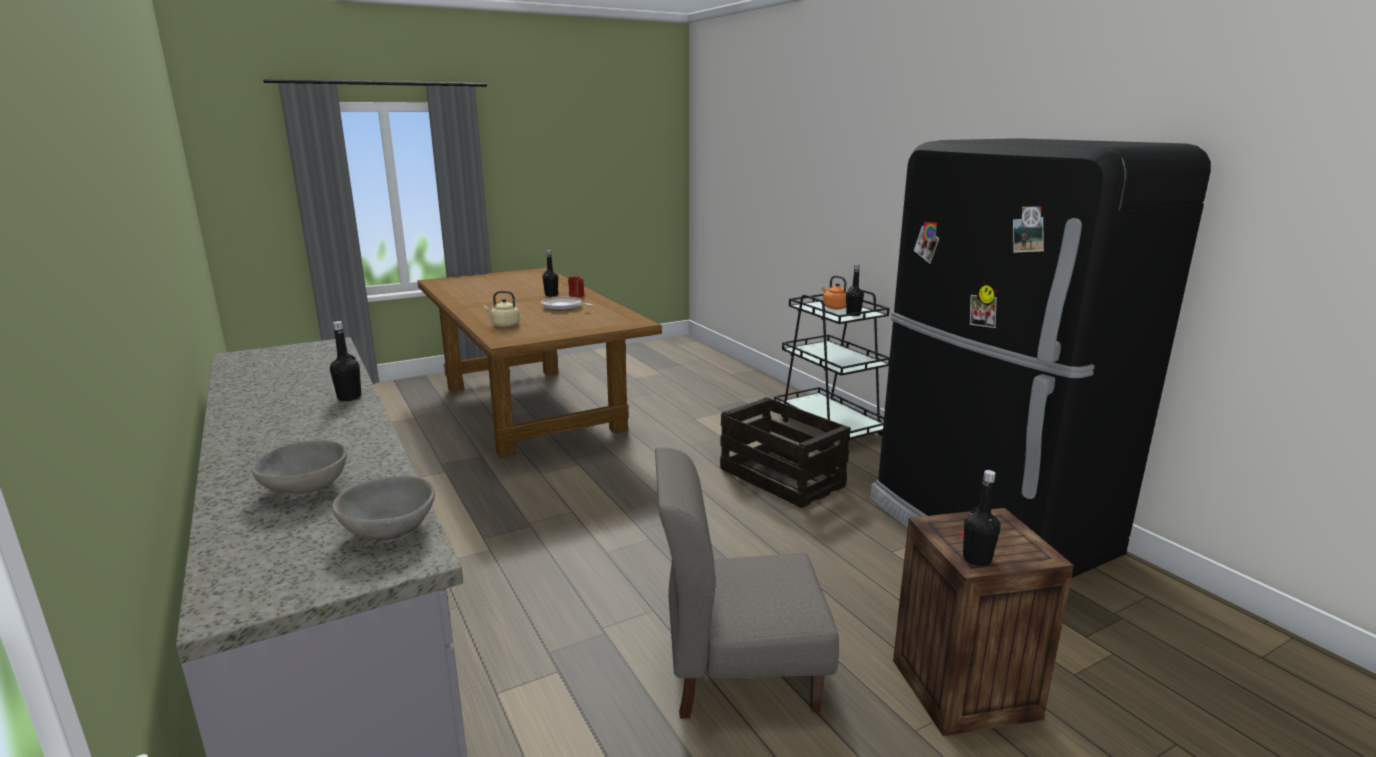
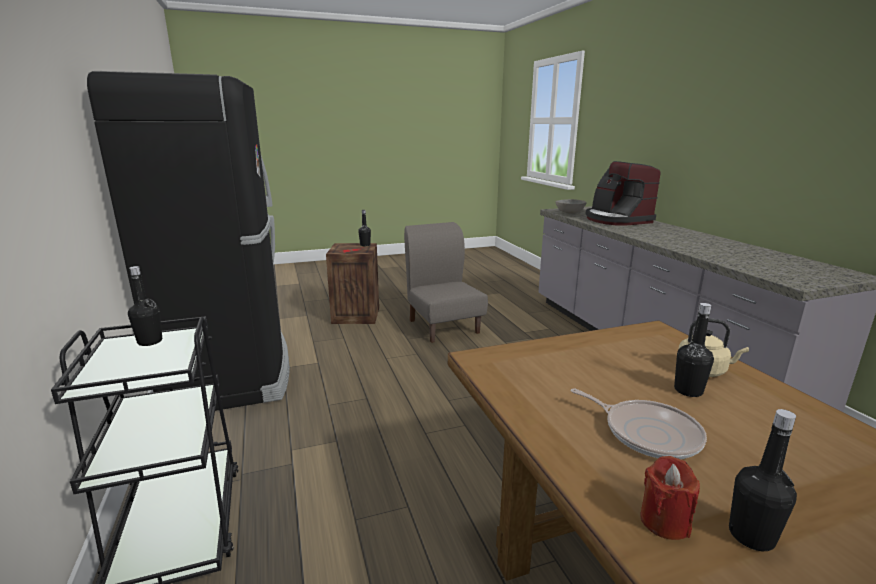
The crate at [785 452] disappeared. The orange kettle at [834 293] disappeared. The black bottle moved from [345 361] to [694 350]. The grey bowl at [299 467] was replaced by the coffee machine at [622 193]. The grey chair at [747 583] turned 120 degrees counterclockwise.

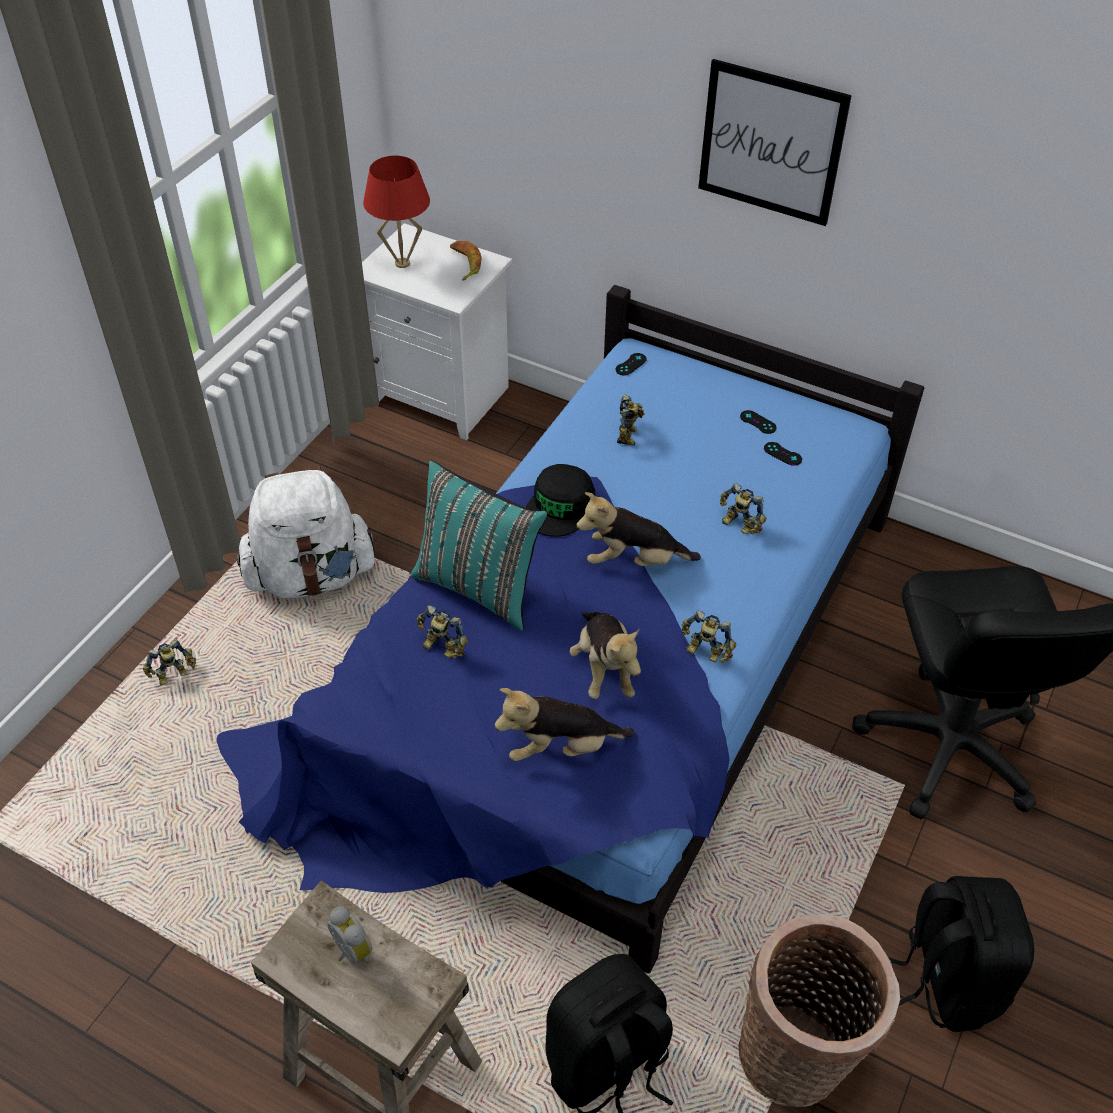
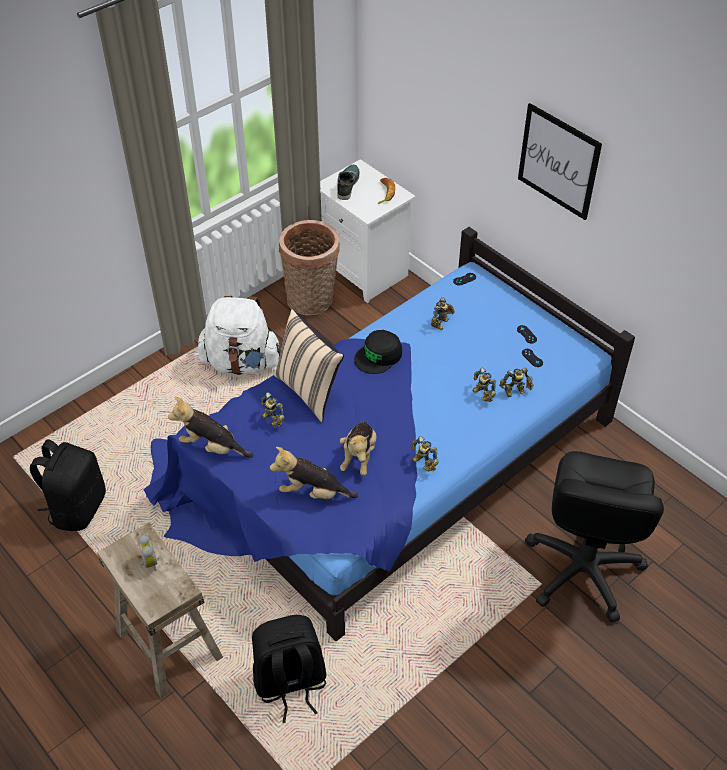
The toy robot moved from [169 661] to [516 382]. The plush toy moved from [639 529] to [211 427]. The basket moved from [819 1010] to [309 267]. The black backpack moved from [961 954] to [68 485]. The red table lamp at [396 212] was replaced by the shoe at [348 182]. The turquoise pillow at [479 545] became the beige pillow at [308 365].

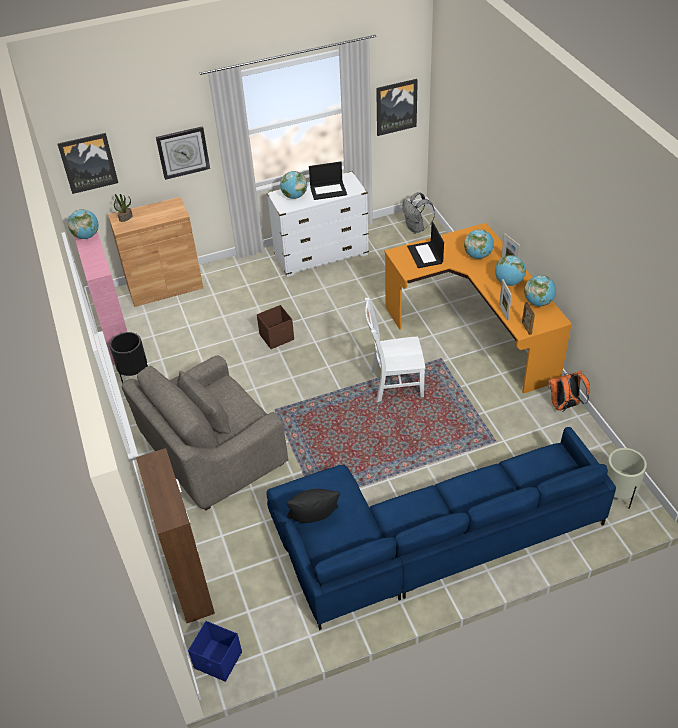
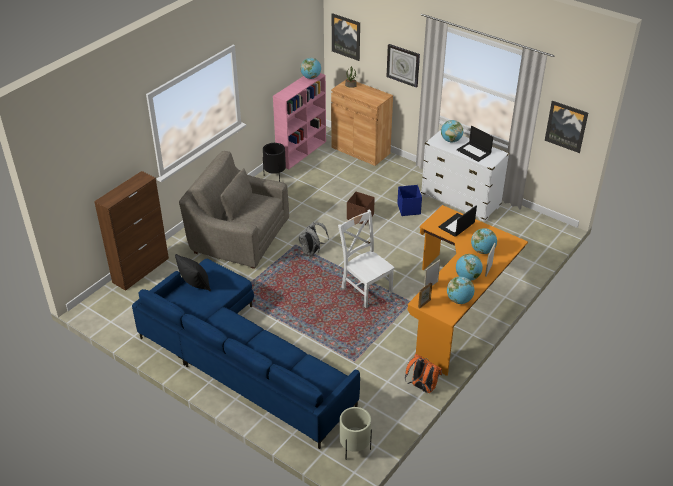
The blue storage box moved from [215 651] to [409 200]. The grey backpack moved from [418 213] to [313 239].

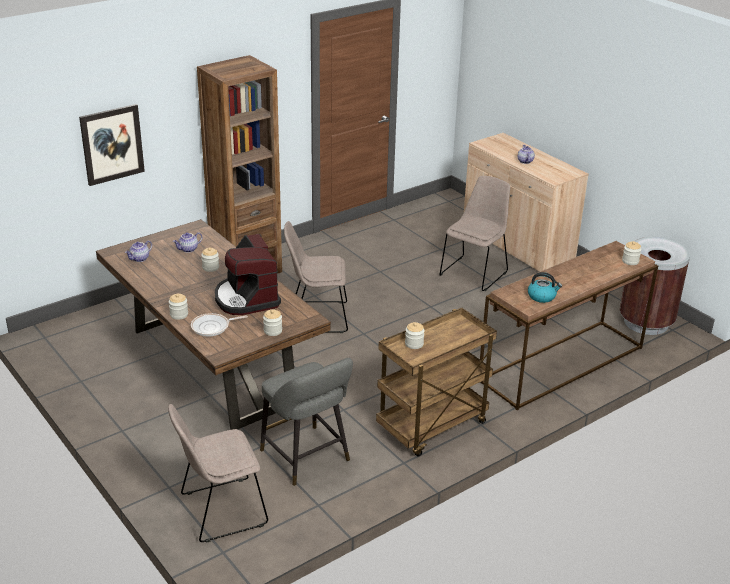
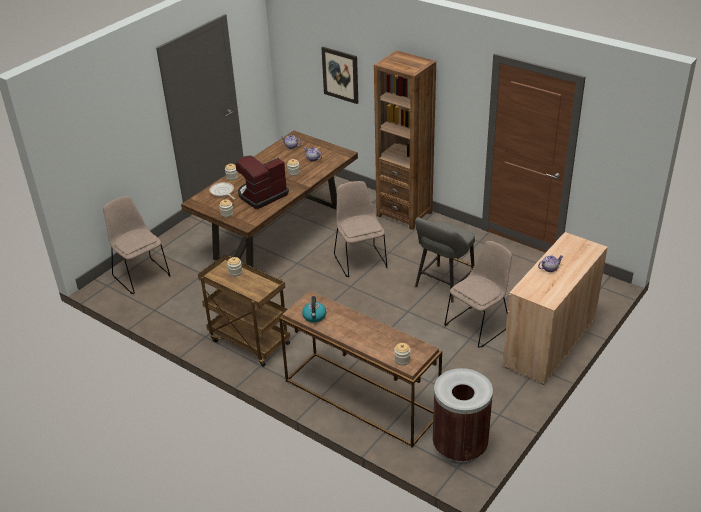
The grey stool moved from [306 422] to [445 260]. The beige chair at [475 233] turned 60 degrees counterclockwise.

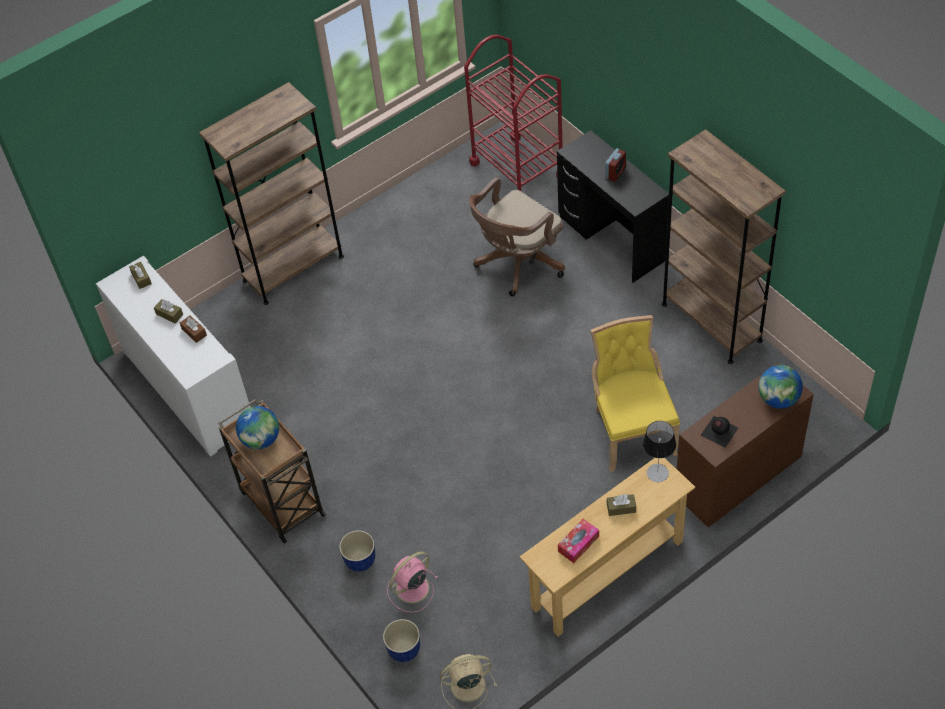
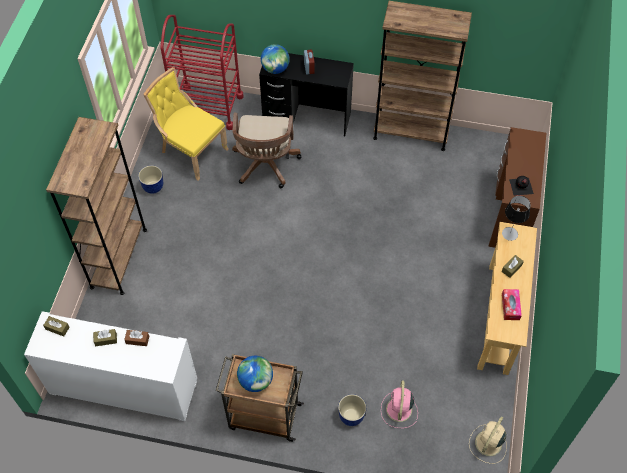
The planter moved from [401 640] to [150 179]. The yellow chair moved from [635 393] to [185 123]. The globe moved from [780 387] to [275 59].

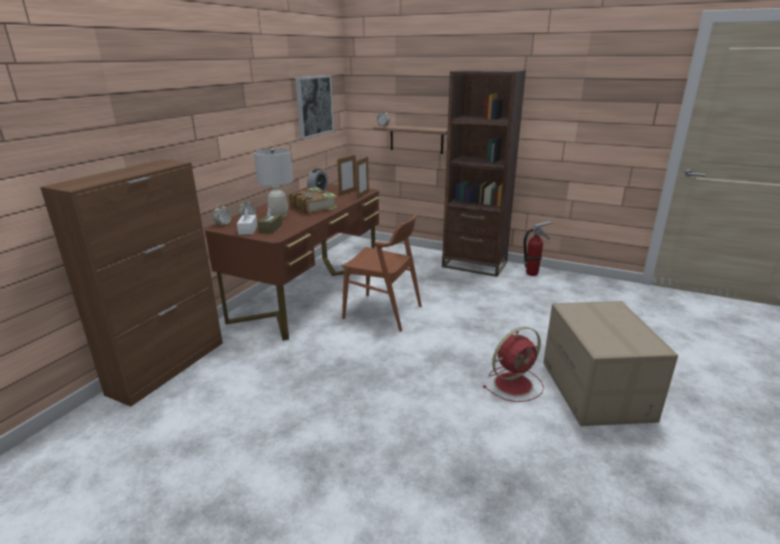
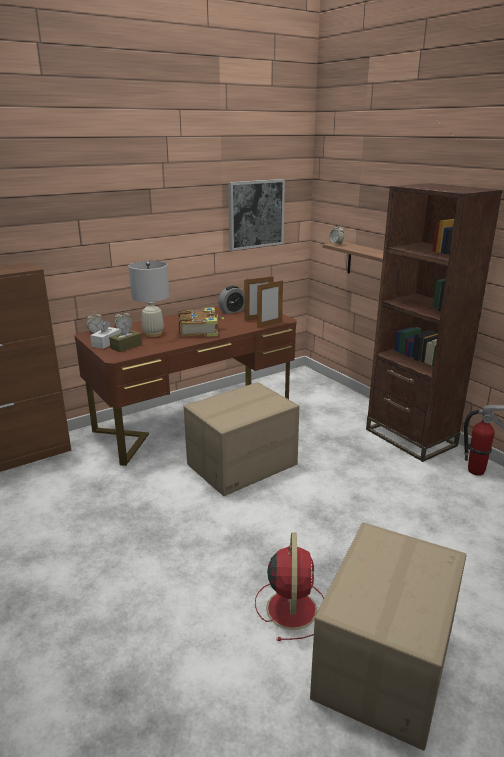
The brown chair at [381 272] was replaced by the cardboard box at [241 439]. The red fan at [513 364] turned 90 degrees counterclockwise.

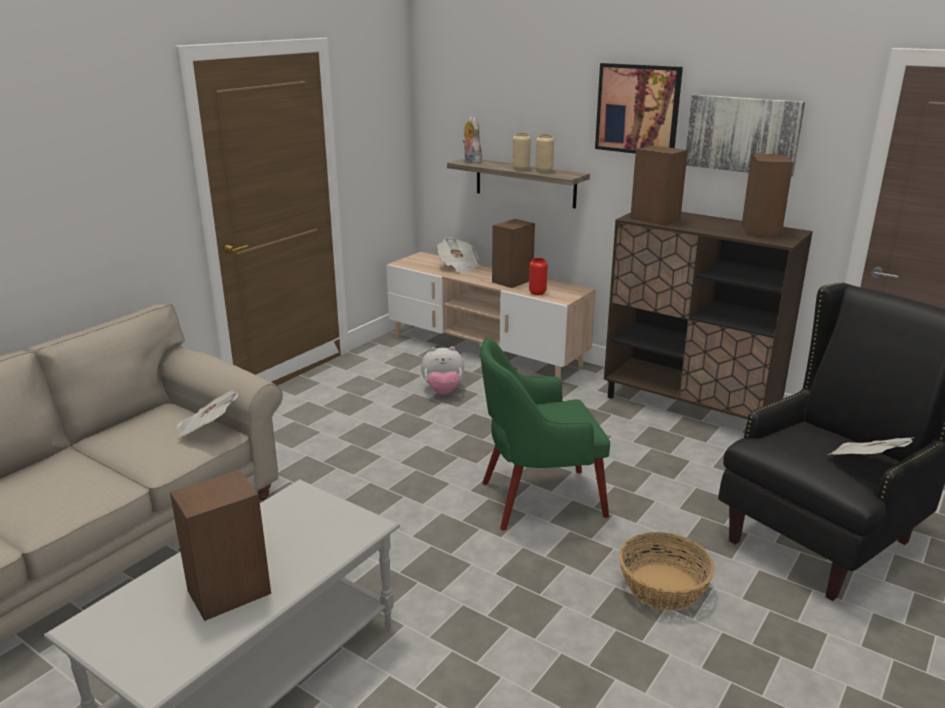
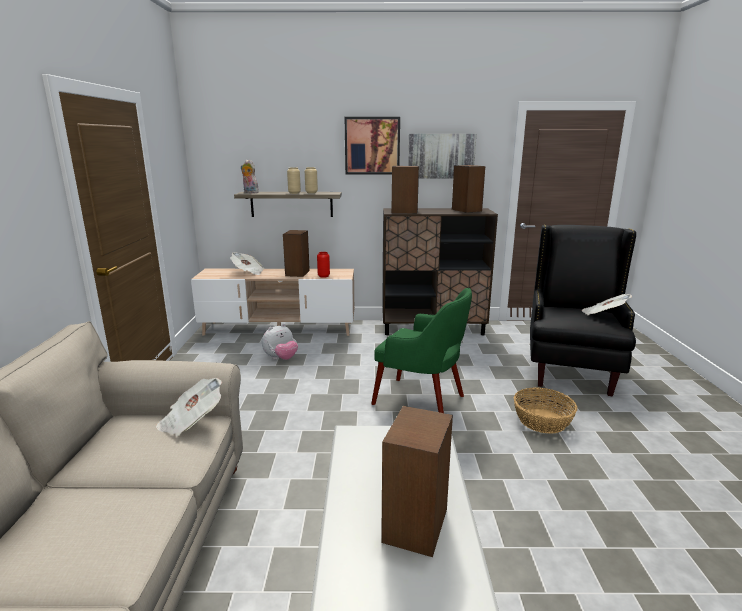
The green armchair at [545 434] turned 105 degrees counterclockwise.

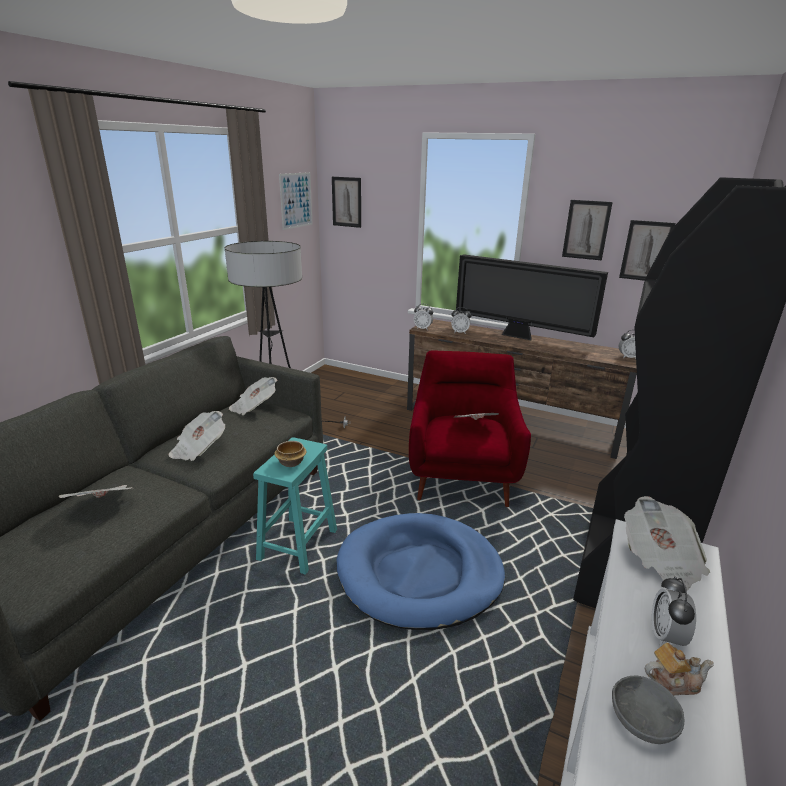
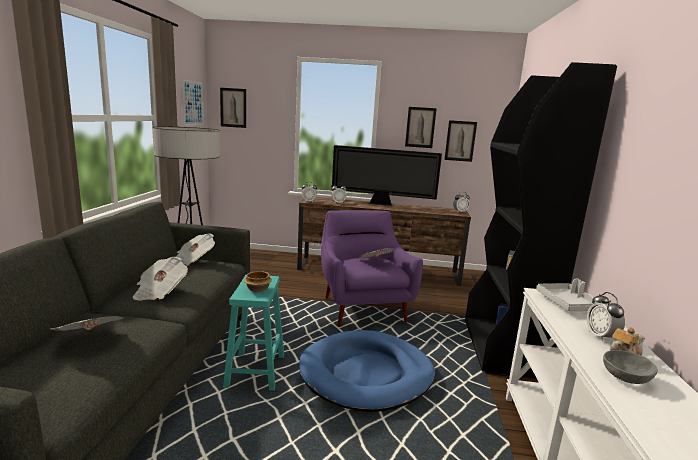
The newspaper at [667 543] was replaced by the grey tray at [565 295]. The red armchair at [470 428] became the purple armchair at [372 268].

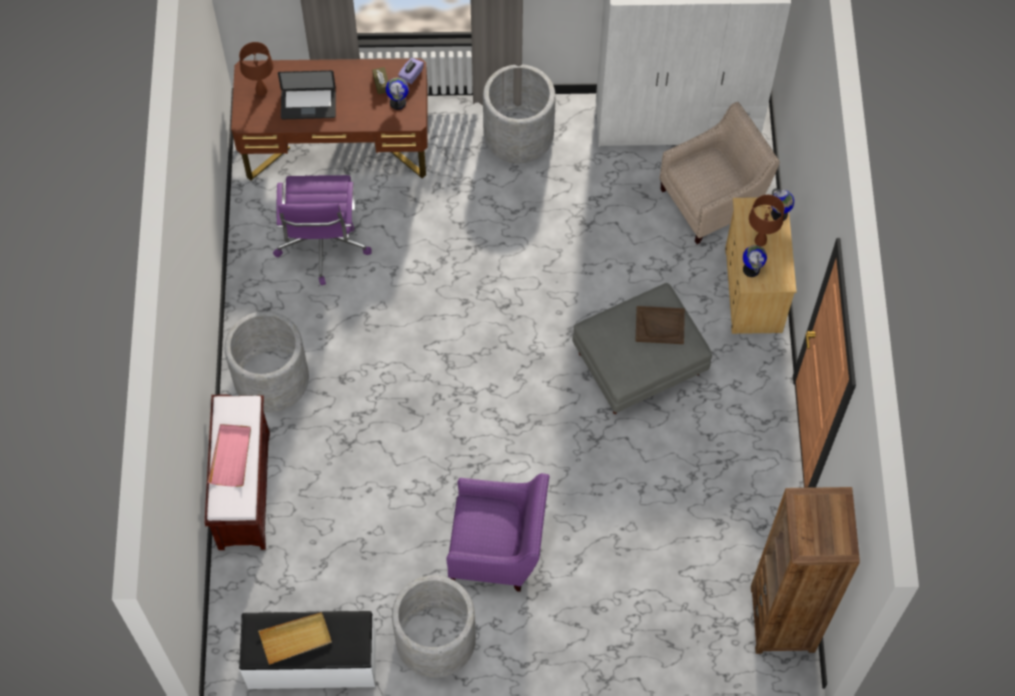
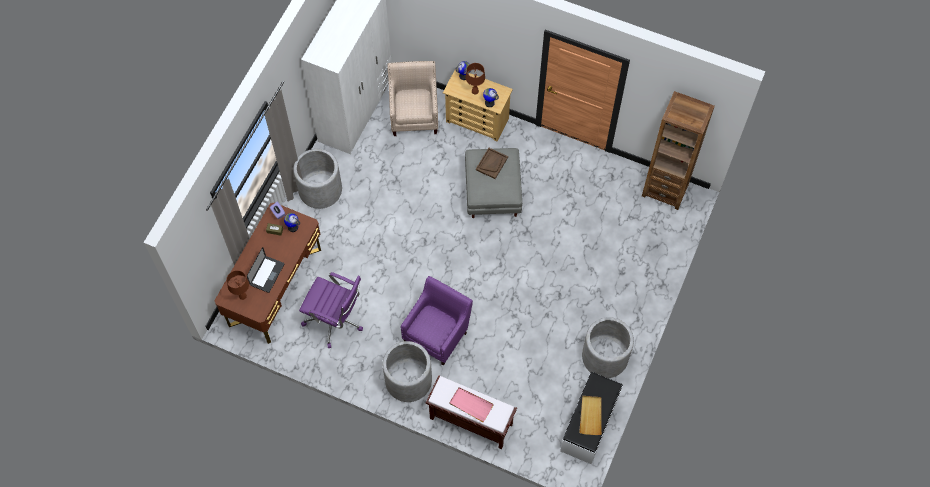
The purple armchair moved from [497 532] to [437 321].

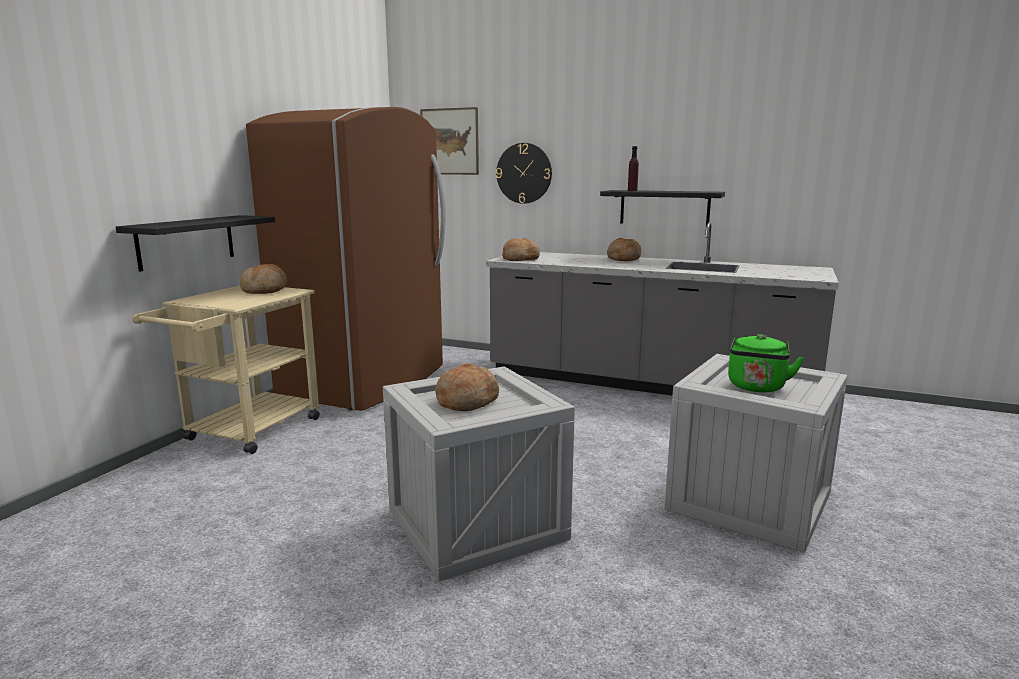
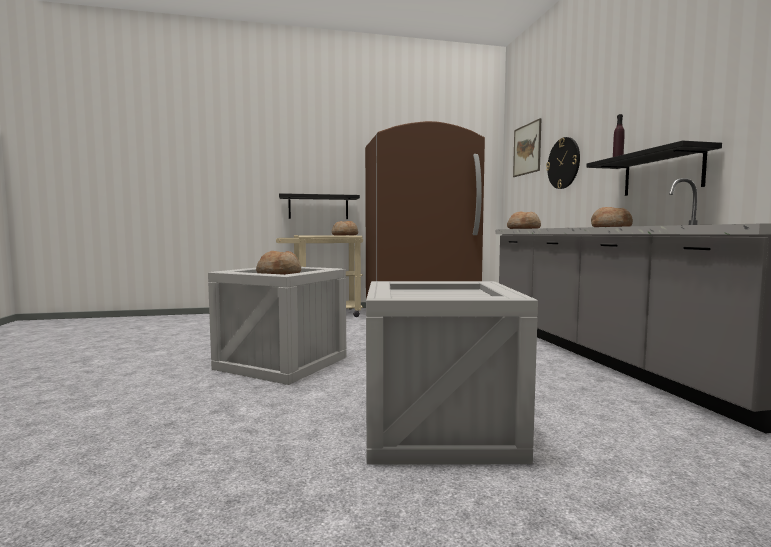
The green kettle at [766 363] disappeared.

